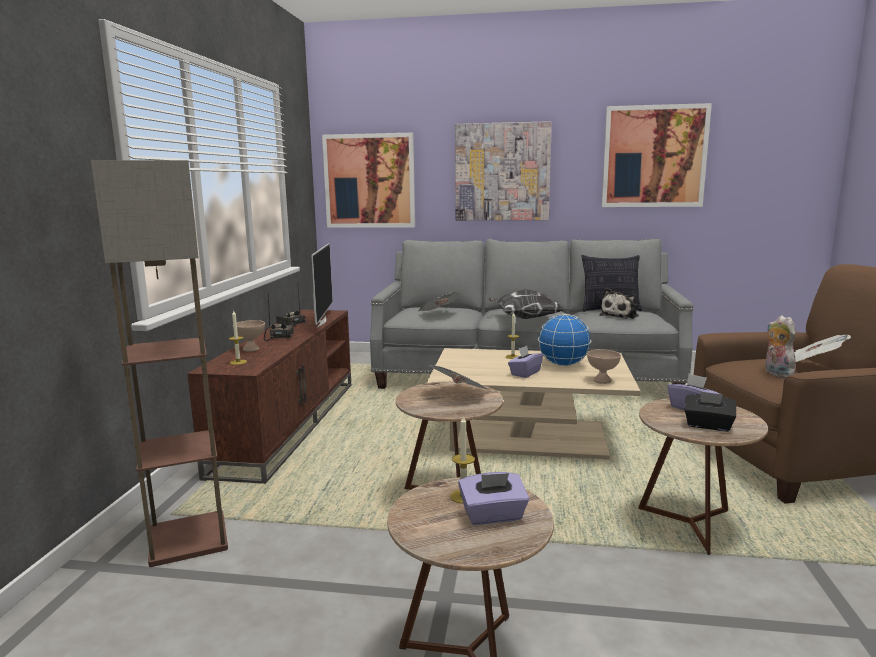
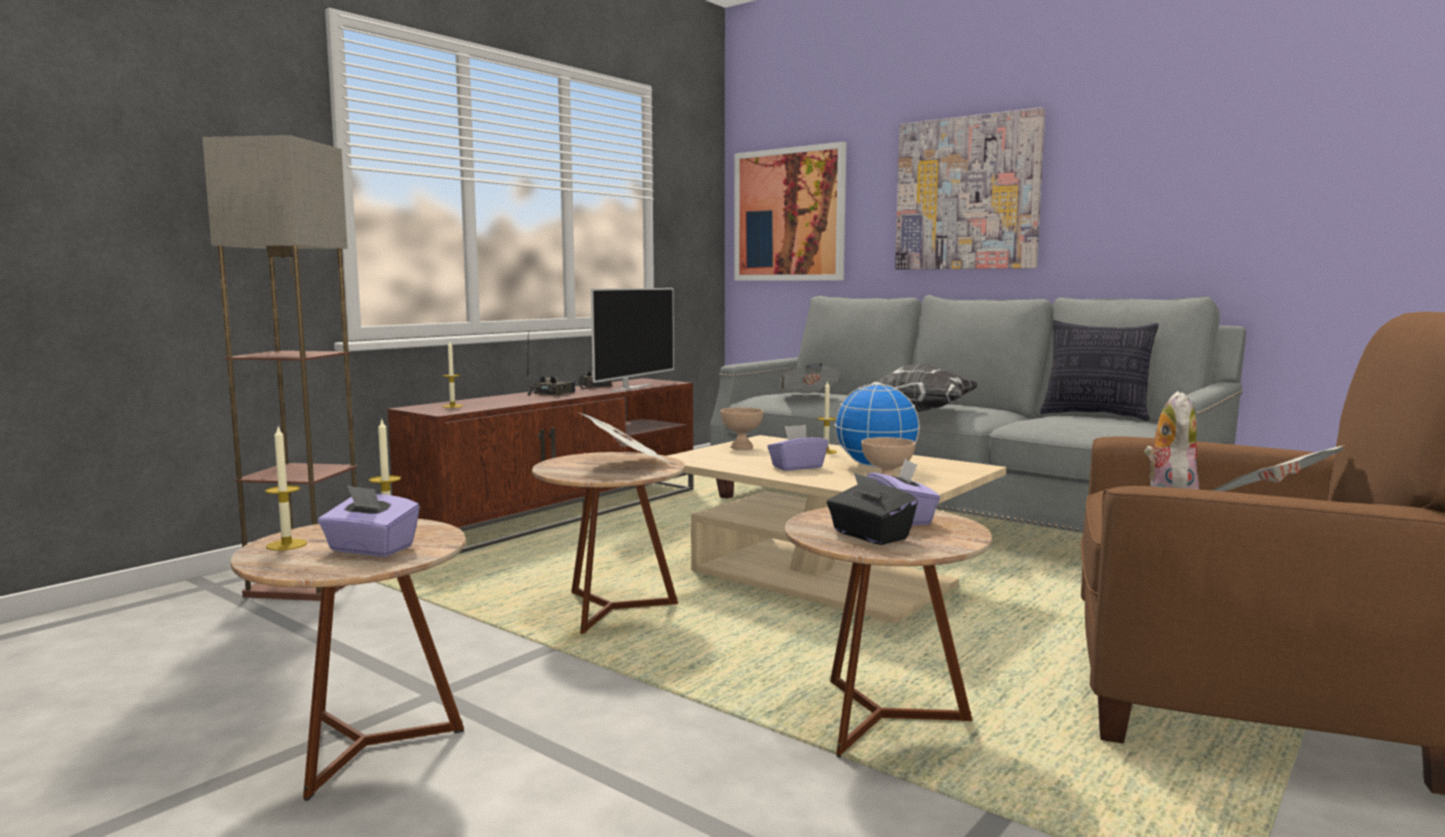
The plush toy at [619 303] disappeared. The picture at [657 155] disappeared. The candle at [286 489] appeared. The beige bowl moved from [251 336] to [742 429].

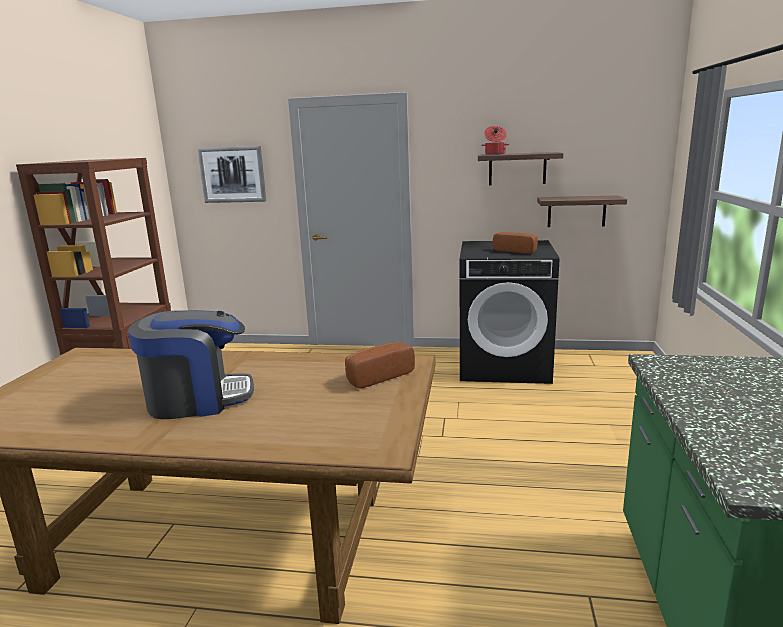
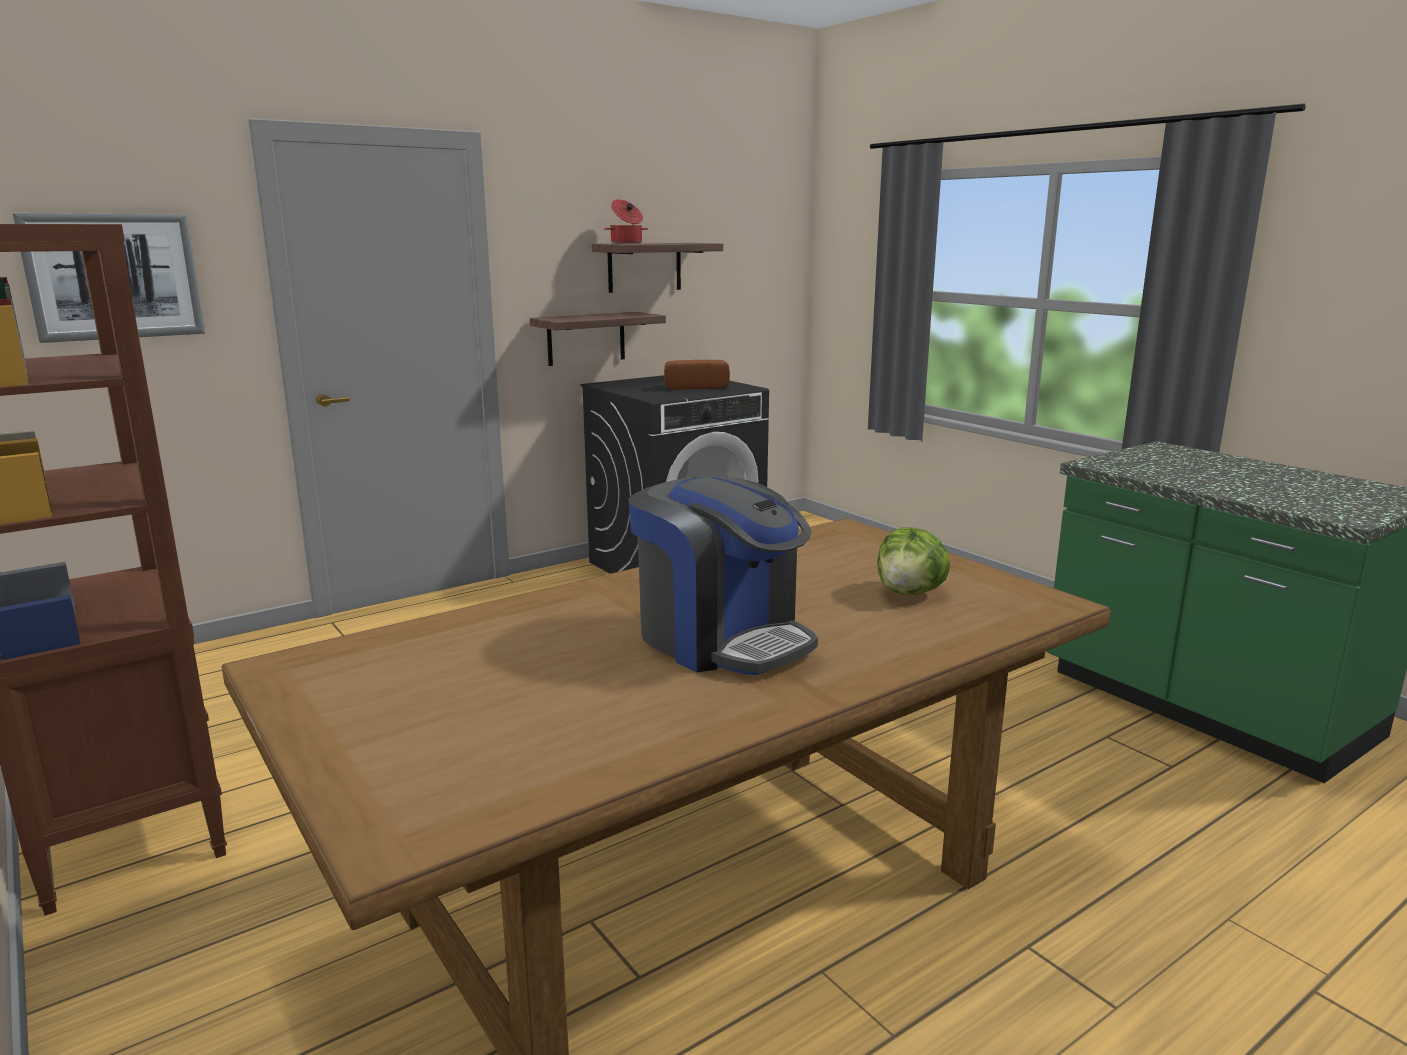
The bread at [380 365] disappeared. The lettuce at [913 561] appeared. The shelf moved from [582 211] to [598 339]. The coffee machine at [191 364] turned 105 degrees clockwise.

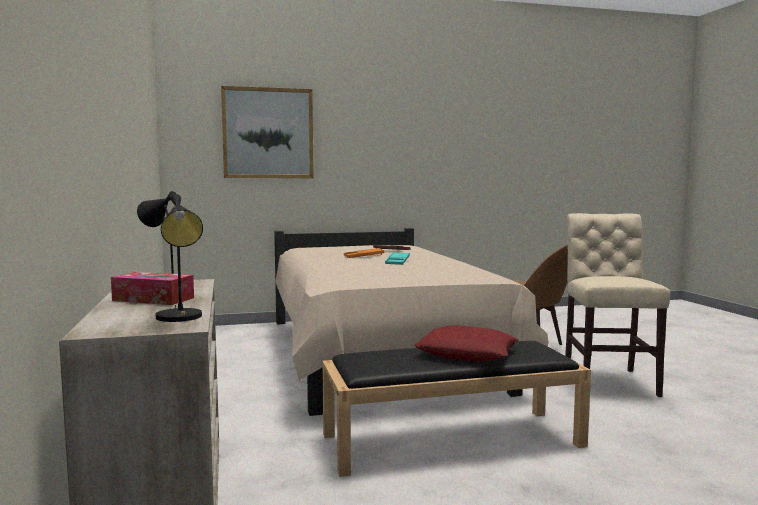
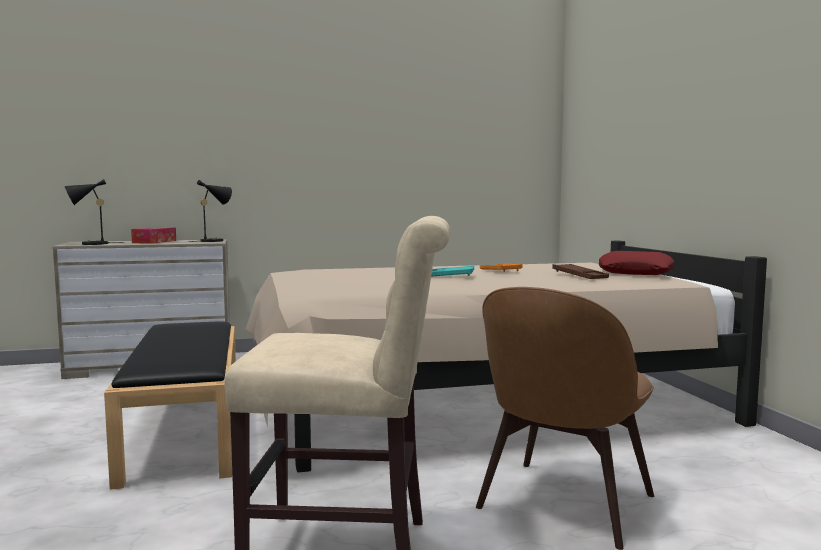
The picture at [267 132] disappeared. The red pillow moved from [466 343] to [636 263].

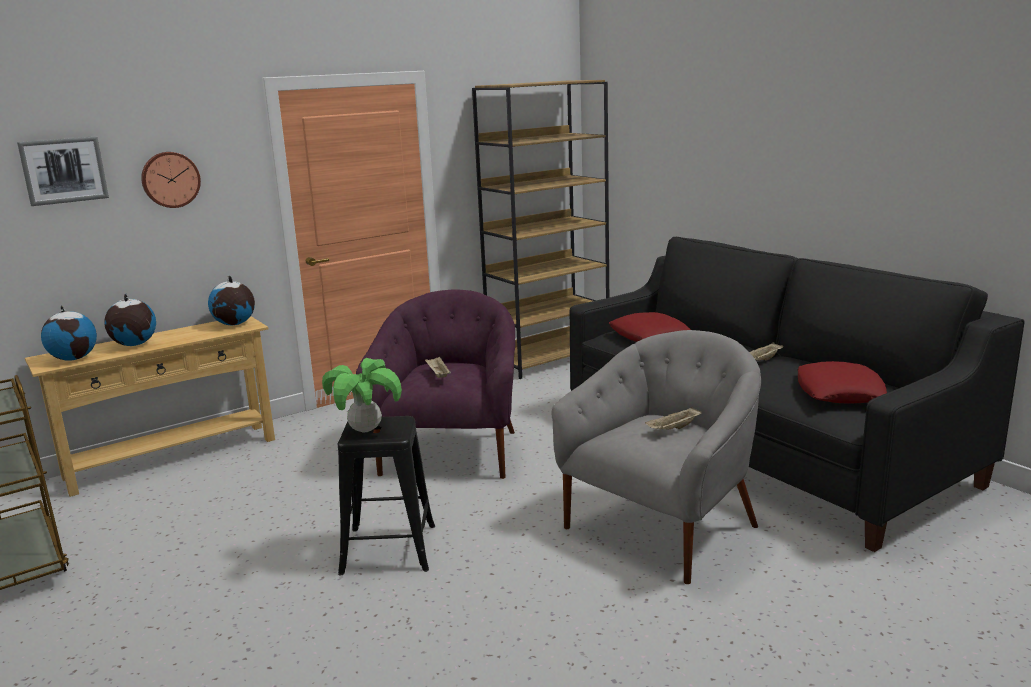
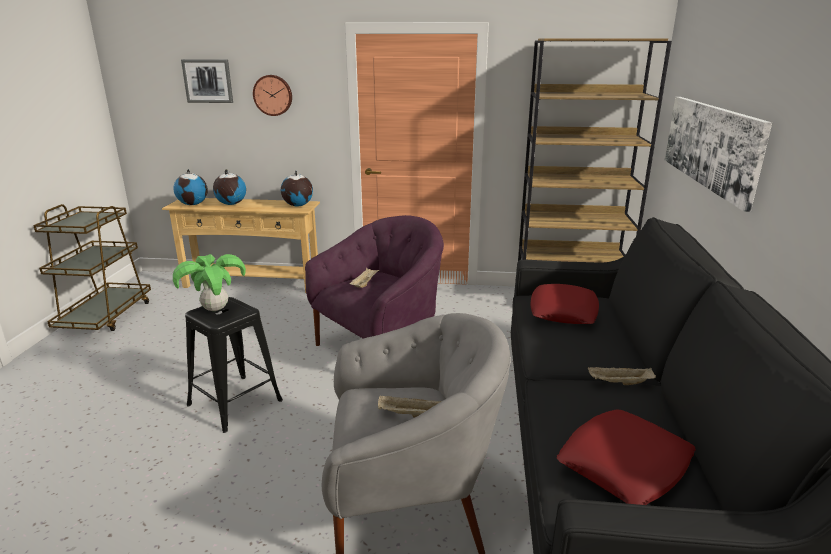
The picture at [718 154] appeared.

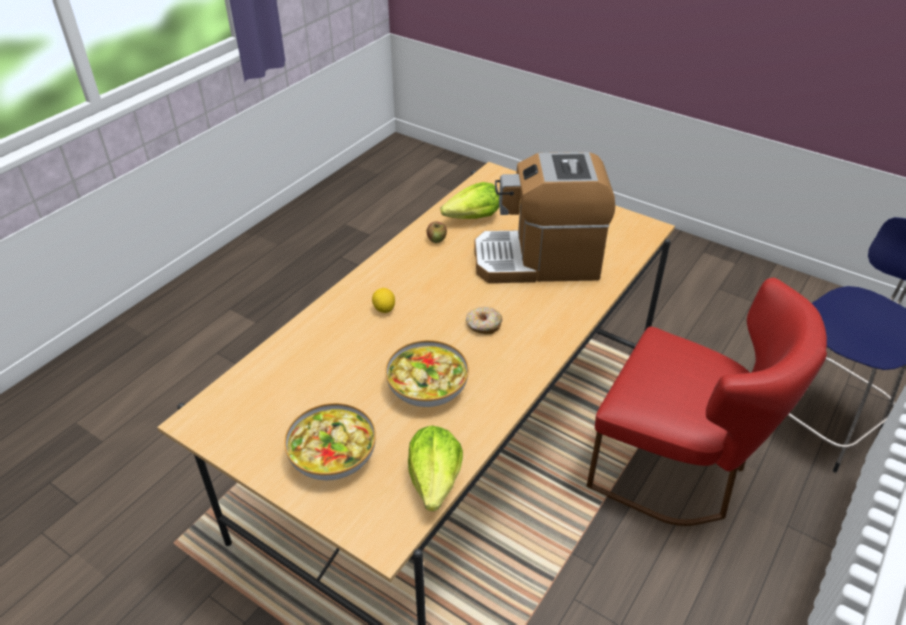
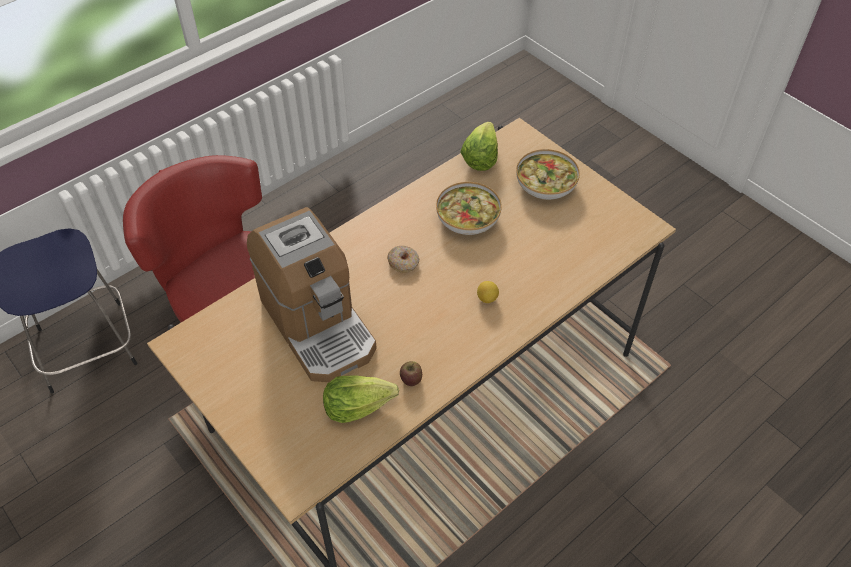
The coffee machine at [544 217] turned 45 degrees clockwise.

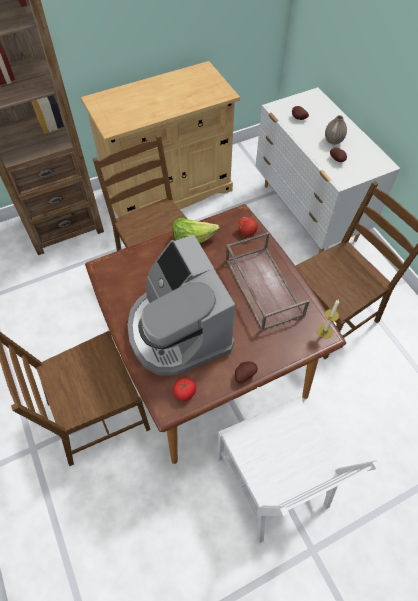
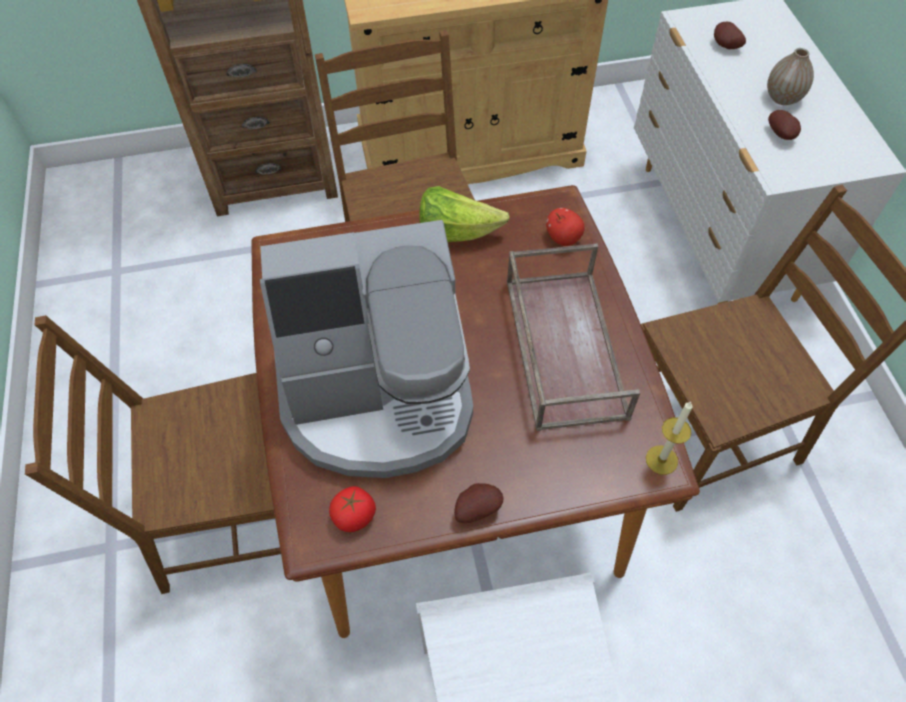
The coffee machine at [181 305] turned 90 degrees counterclockwise.

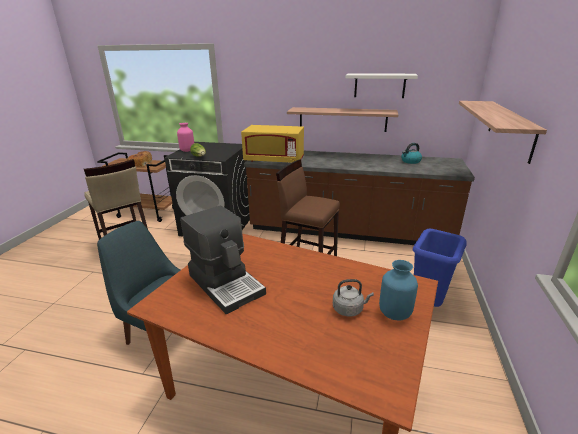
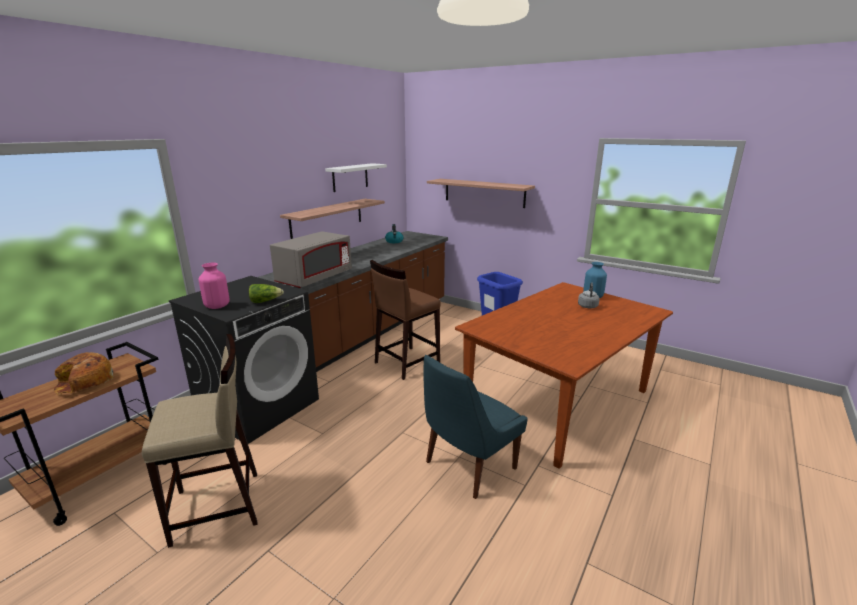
The coffee machine at [223 260] disappeared. The yellow microwave at [272 144] became the grey microwave at [311 259].

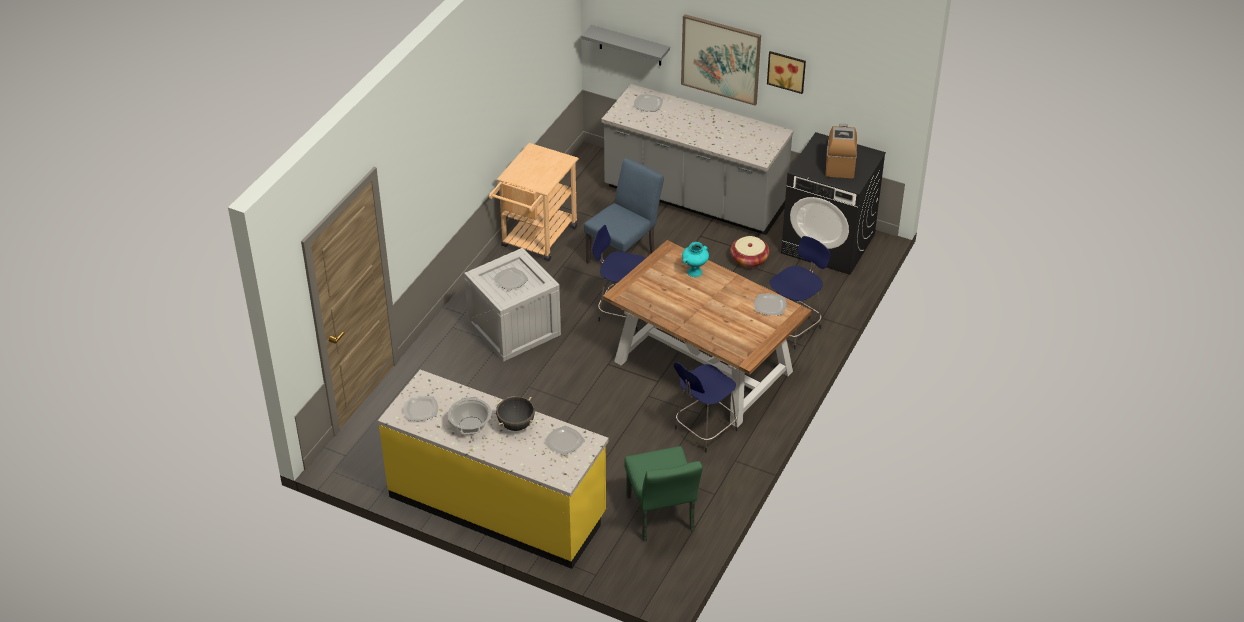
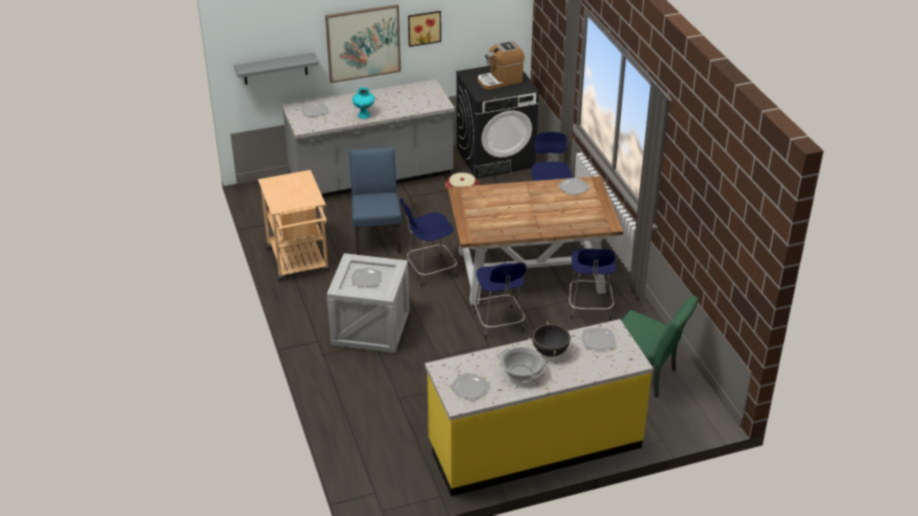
The blue stool at [500 300] appeared. The turquoise vase moved from [695 259] to [363 103]. The coffee machine at [841 151] turned 75 degrees counterclockwise.

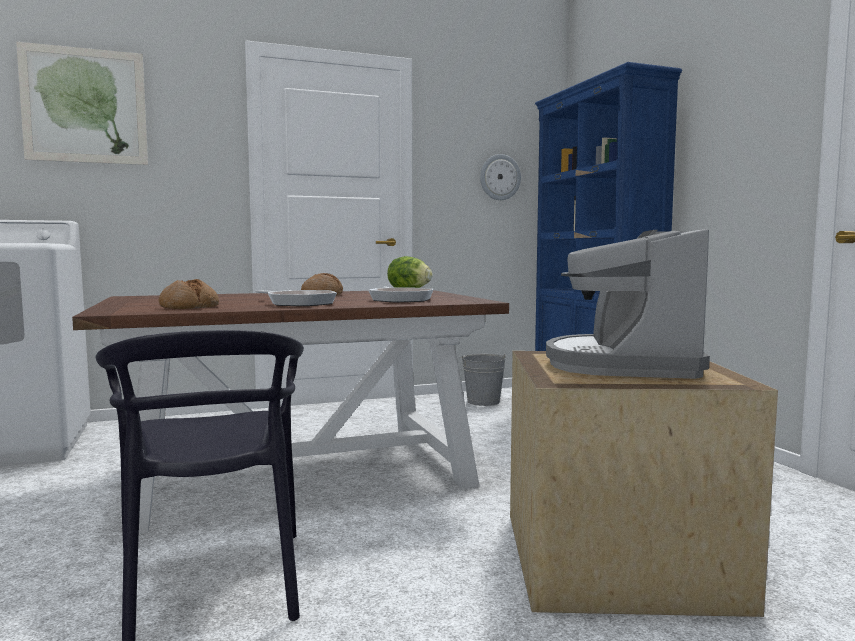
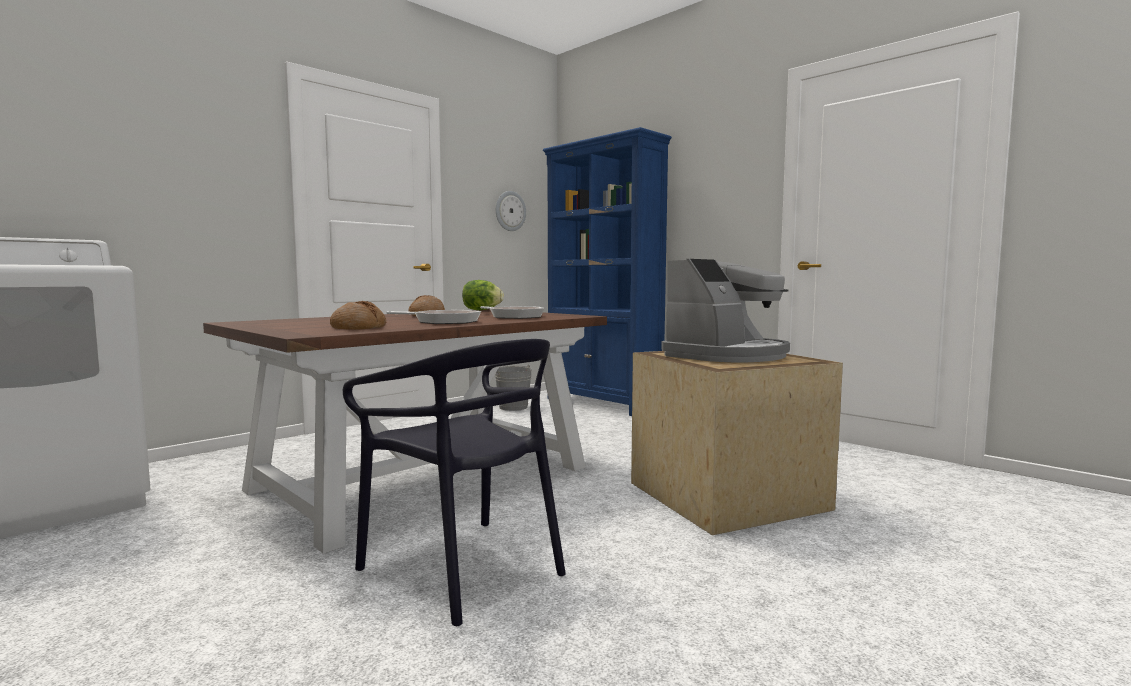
The picture at [82 103] disappeared. The coffee machine at [628 304] turned 120 degrees counterclockwise.

